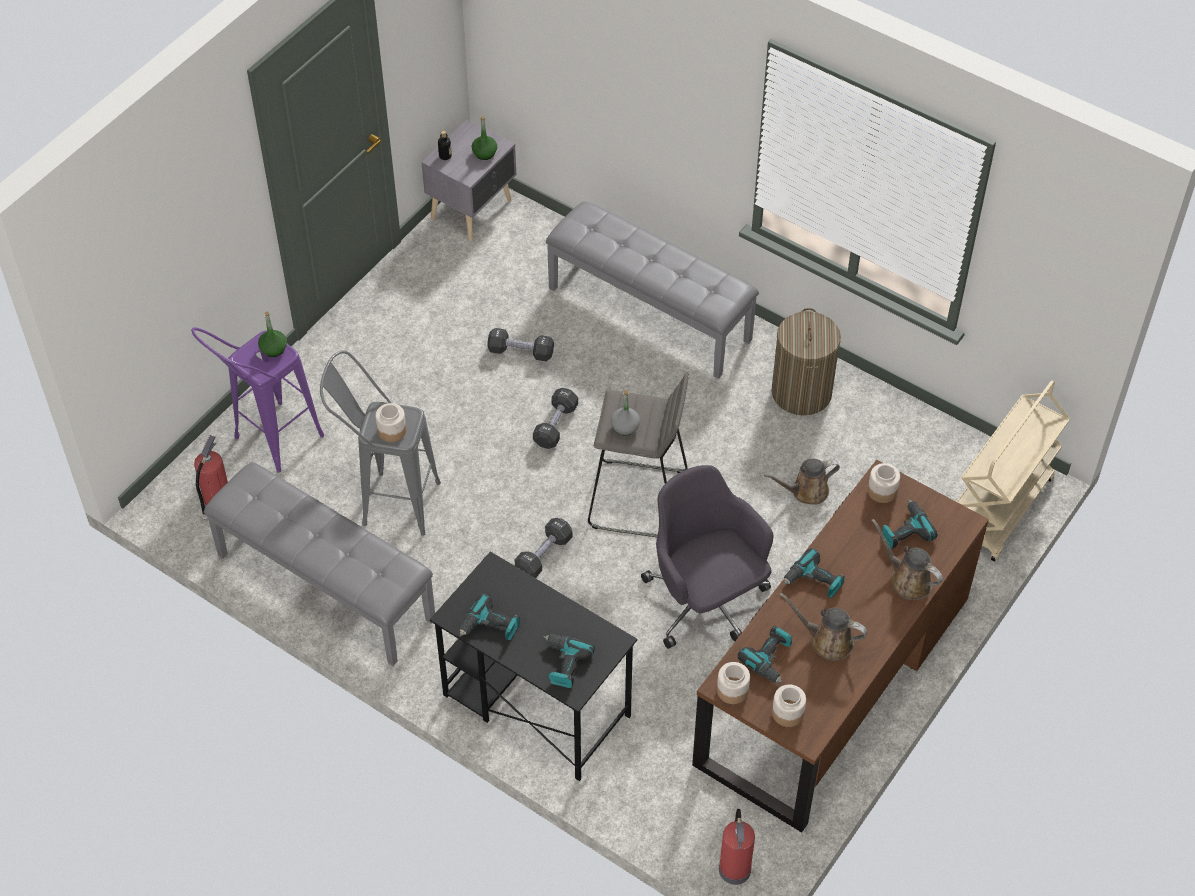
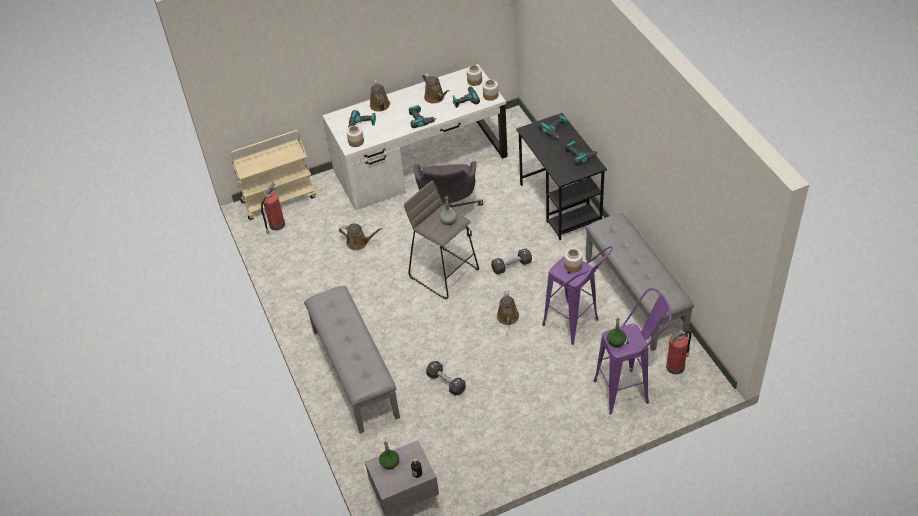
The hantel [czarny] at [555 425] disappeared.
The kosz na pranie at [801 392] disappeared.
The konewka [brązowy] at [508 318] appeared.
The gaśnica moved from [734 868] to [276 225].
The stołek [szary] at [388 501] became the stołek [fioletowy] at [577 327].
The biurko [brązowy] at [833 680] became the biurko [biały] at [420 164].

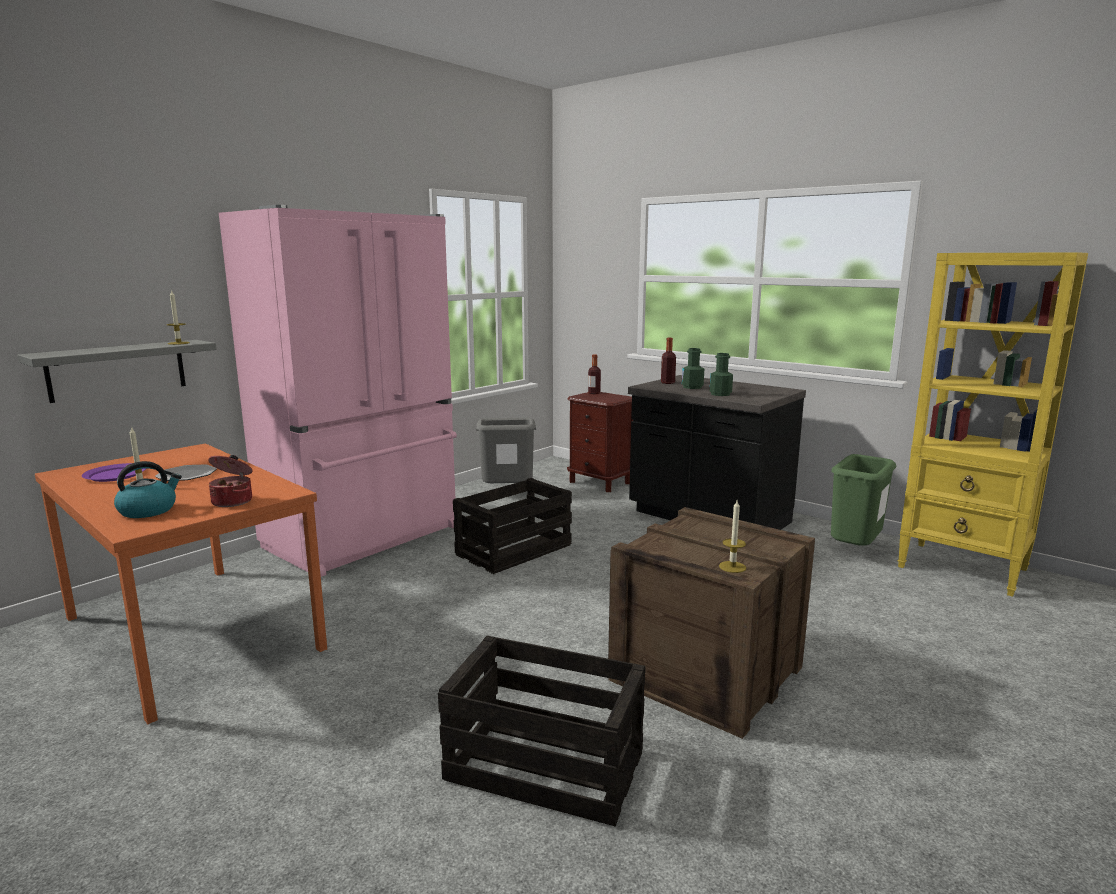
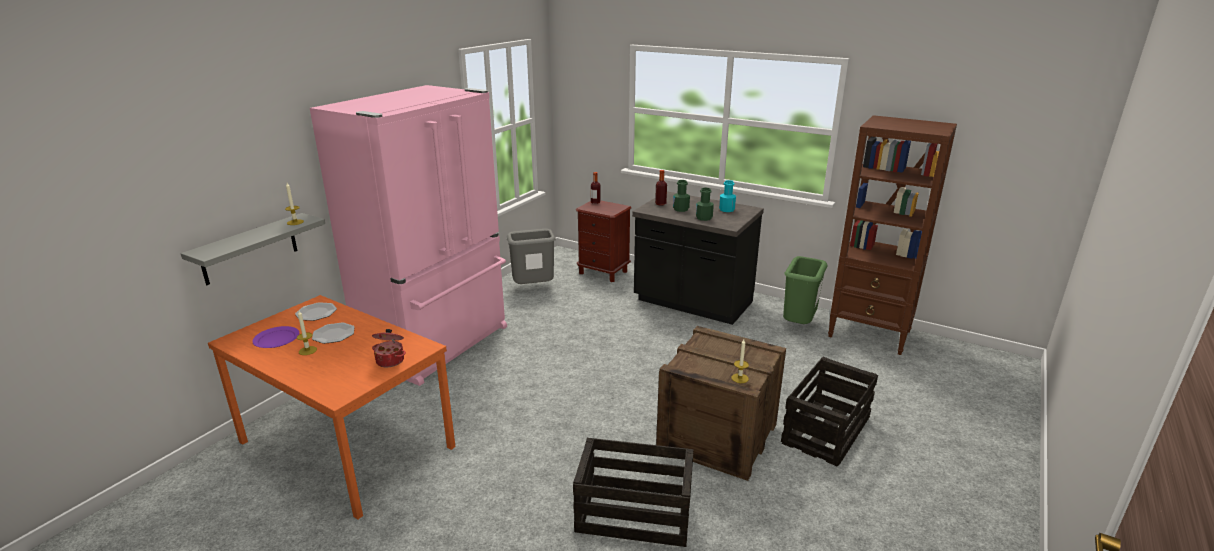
The czajnik at [148 510] disappeared.
The talerz at [316 313] appeared.
The butelka [turkusowy] at [726 209] appeared.
The skrzynka moved from [513 550] to [826 431].
The regał [żółty] at [963 568] became the regał [brązowy] at [870 334].

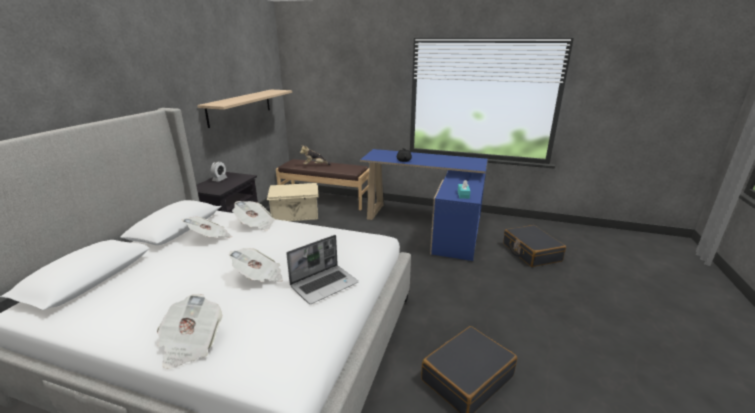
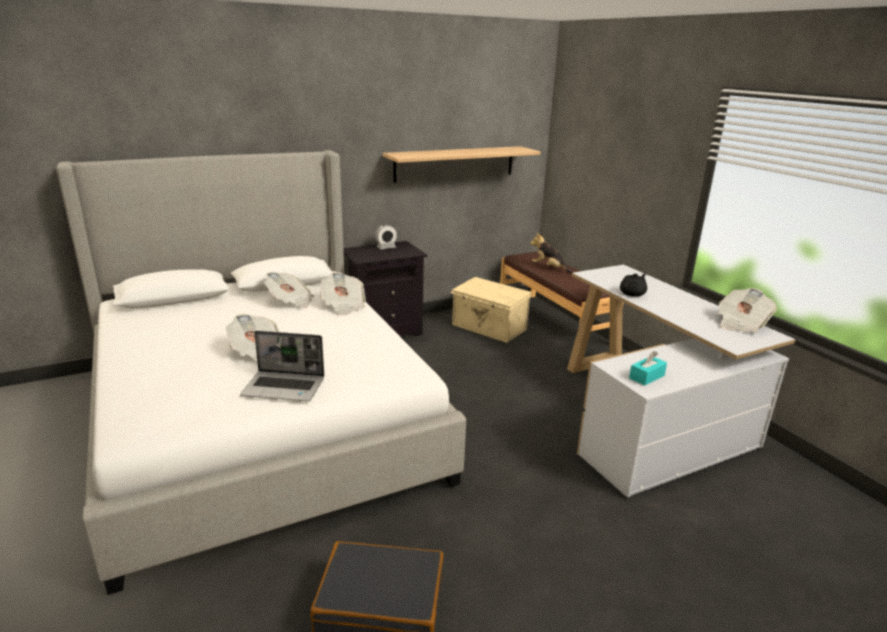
The walizka [czarny] at [531 252] disappeared.
The gazeta moved from [191 344] to [740 324].
The biurko [niebieski] at [430 225] became the biurko [biały] at [648 418].

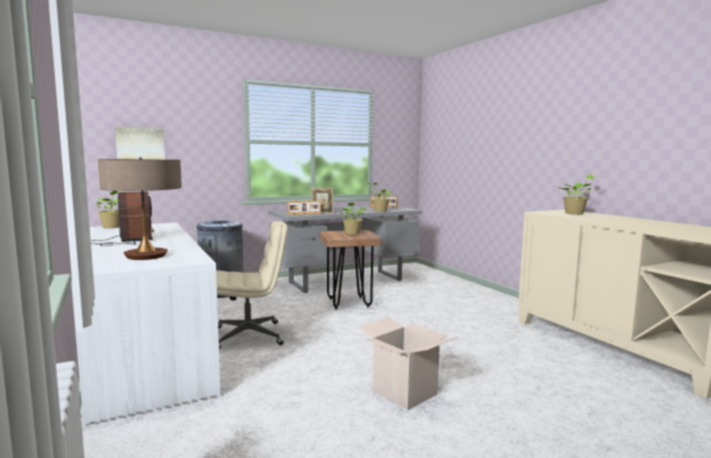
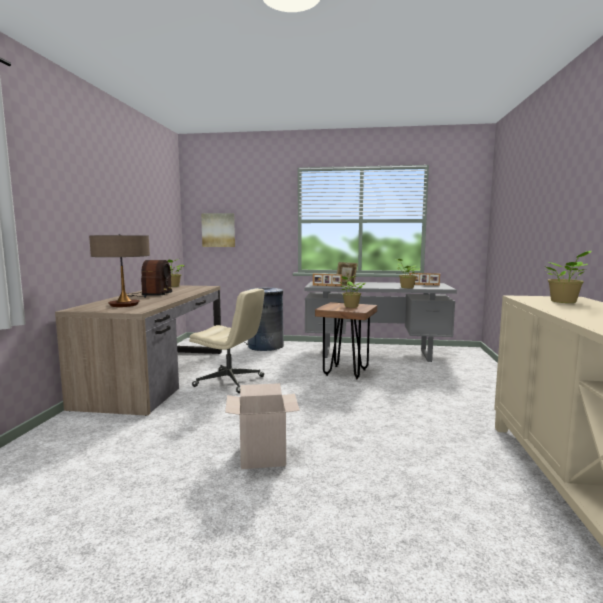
The biurko [biały] at [146 350] became the biurko [brązowy] at [159 376].

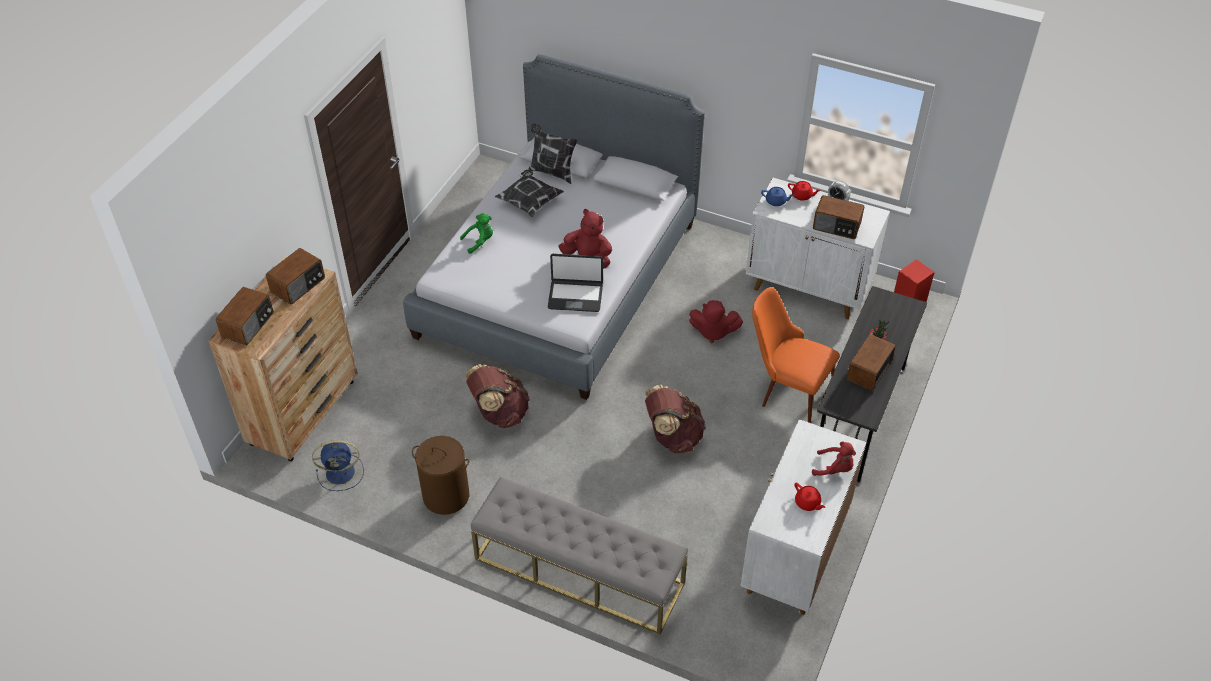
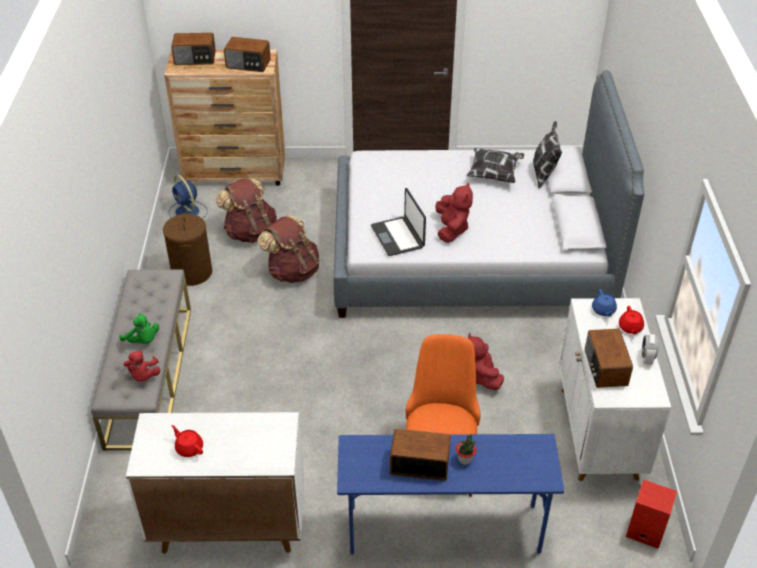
The pluszak [zielony] moved from [479 242] to [142 341].
The plecak [brązowy] moved from [672 437] to [250 232].
The pluszak [czerwony] moved from [834 468] to [143 376].
The biurko [szary] at [860 416] became the biurko [niebieski] at [443 530].
The imbryk [czerwony] at [807 503] turned 105 degrees clockwise.

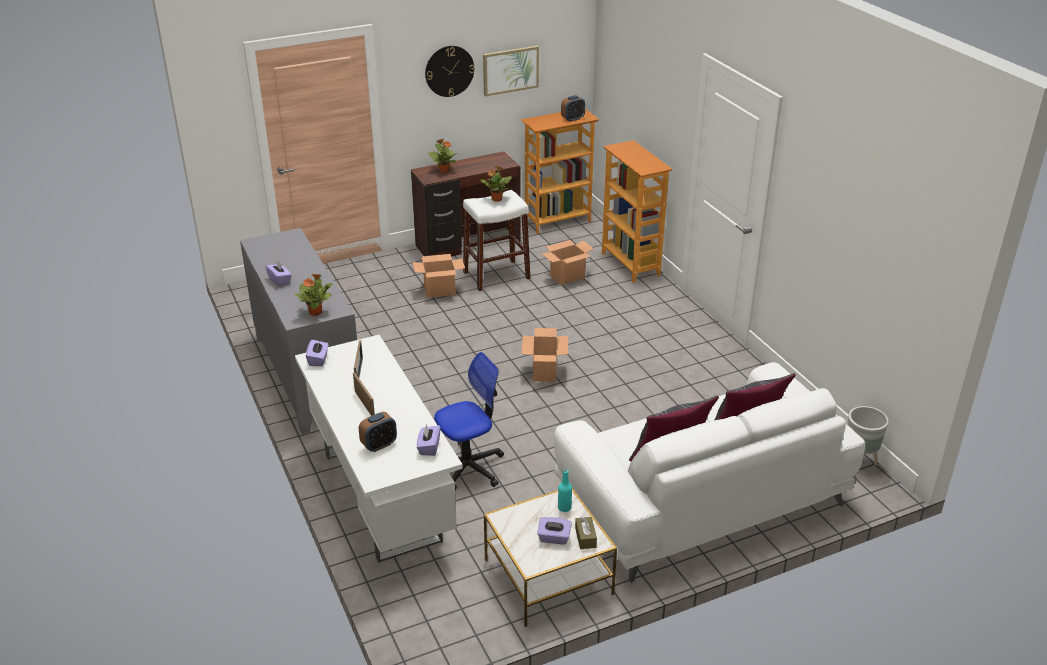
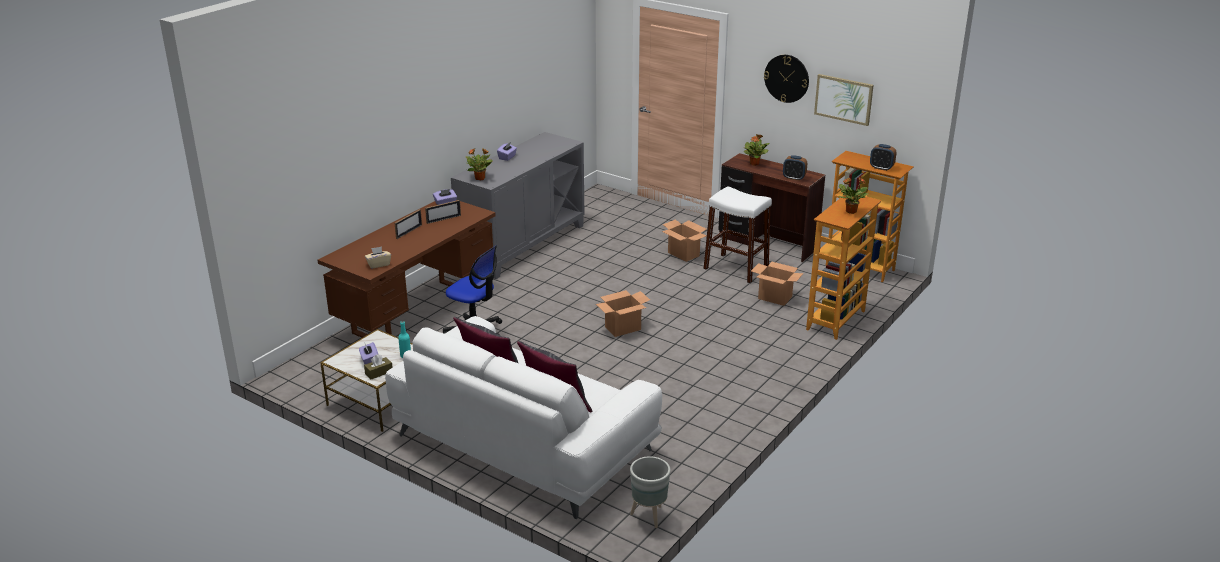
The budzik moved from [379 445] to [794 178].
The roślina doniczkowa moved from [496 199] to [850 211].
The biurko [biały] at [380 496] became the biurko [brązowy] at [417 313].
The pudełko chusteczek [fioletowy] at [429 447] became the pudełko chusteczek [beżowy] at [378 264].

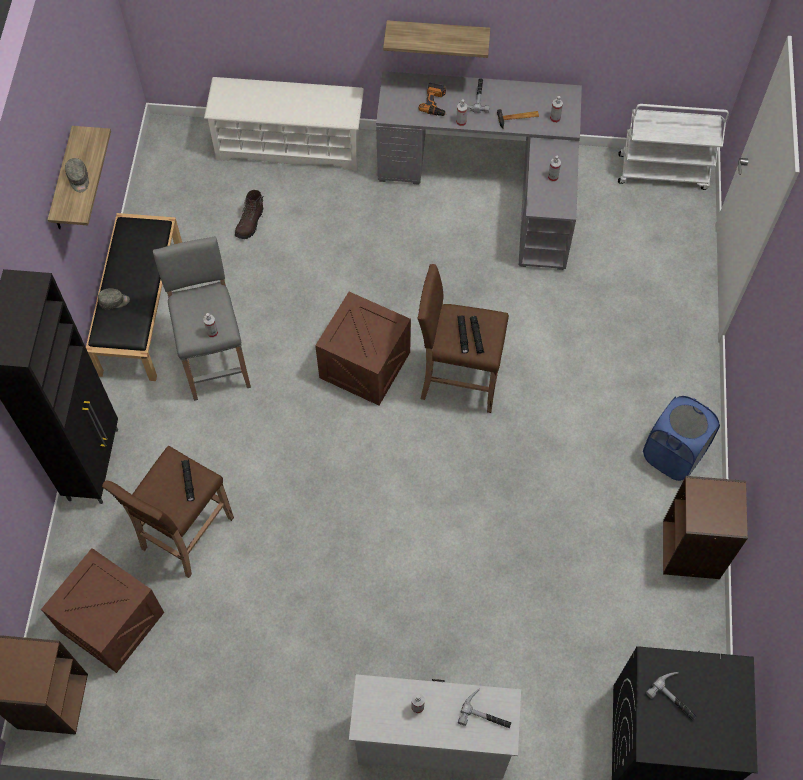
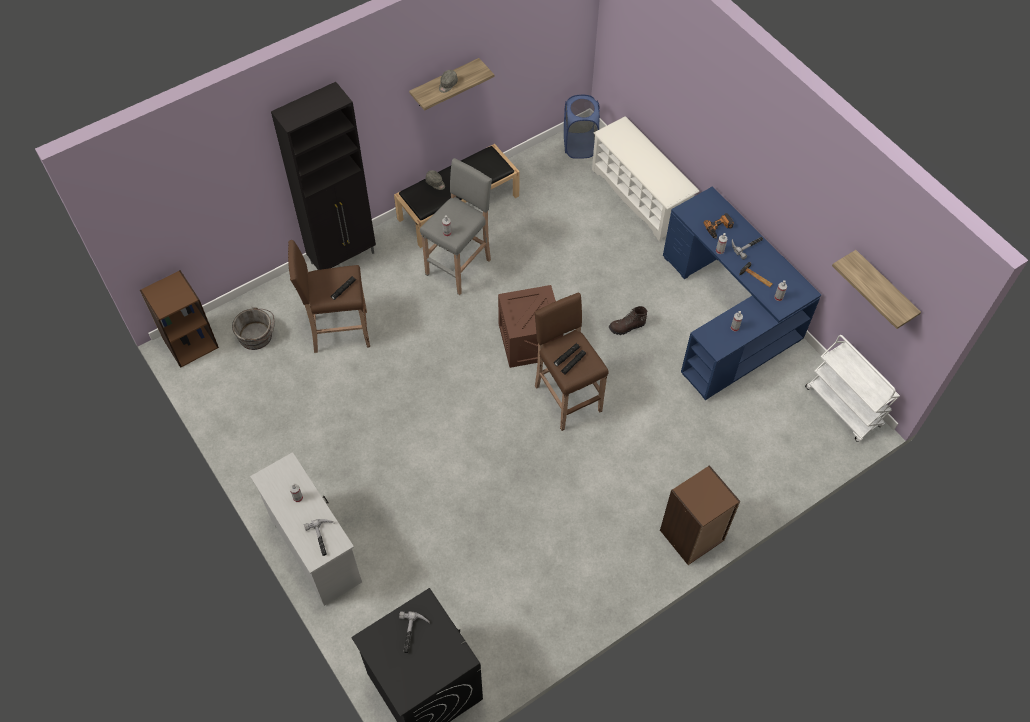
The but z cholewką [brązowy] moved from [250 223] to [627 327].
The półka moved from [438 35] to [884 288].
The kosz na pranie [niebieski] moved from [673 455] to [579 146].
The regał [brązowy] moved from [692 549] to [692 536].
The skrzynka at [112 622] was replaced by the wiadro [szary] at [257 336].
The biurko [szary] at [493 182] became the biurko [niebieski] at [728 317].

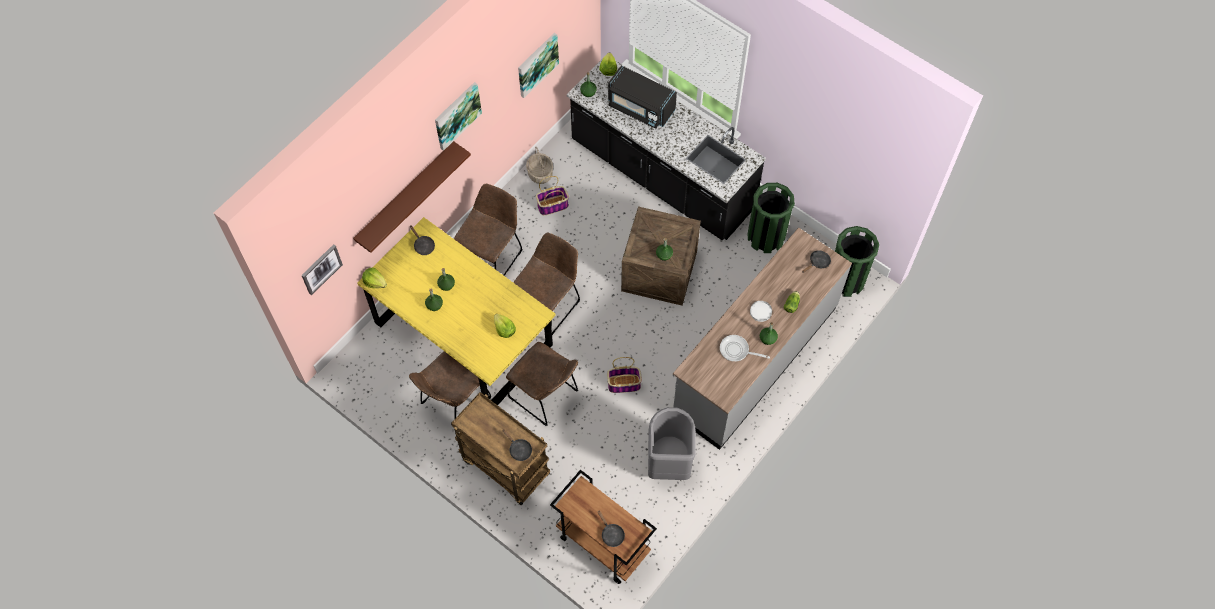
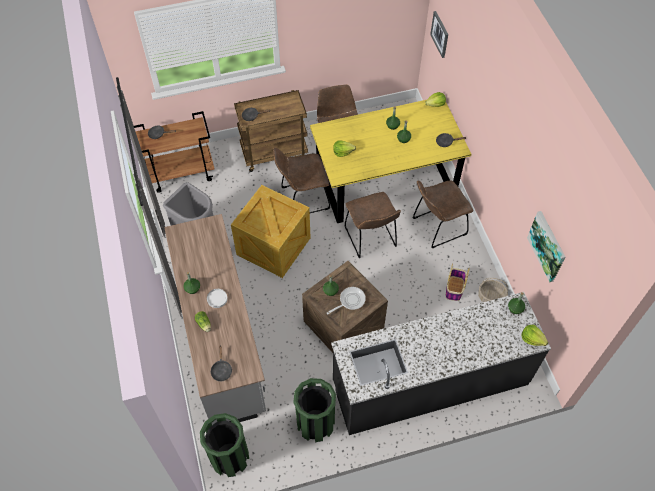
The półka [brązowy] at [406 195] disappeared.
The obraz at [457 115] disappeared.
The mikrofalówka [czarny] at [640 107] disappeared.
The patelnia moved from [736 350] to [350 301].
The koszyk at [624 384] was replaced by the skrzynka at [274 247].
The krzesło [brązowy] at [492 255] turned 90 degrees clockwise.

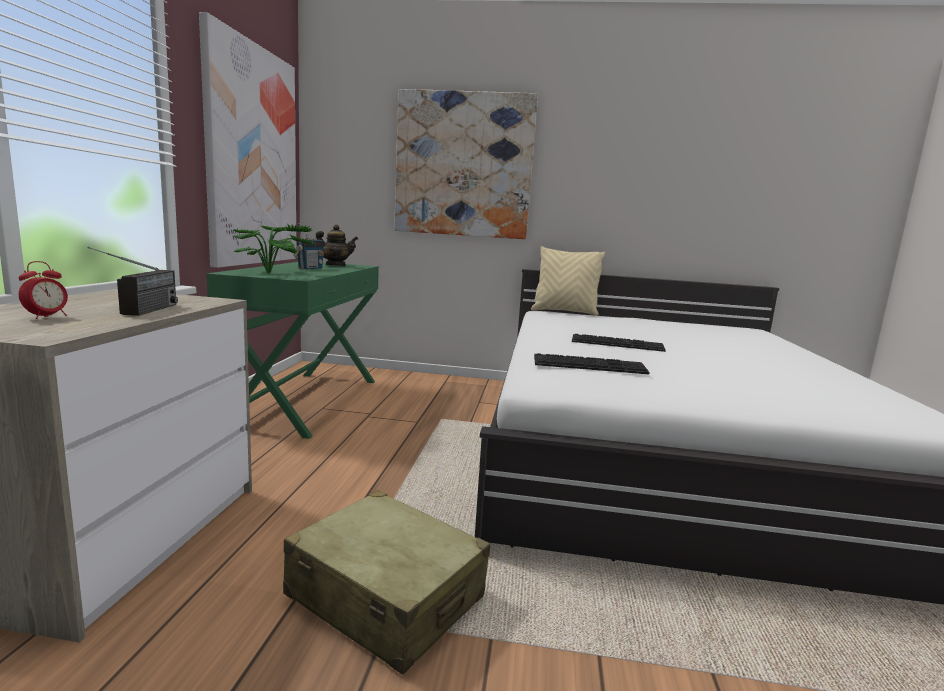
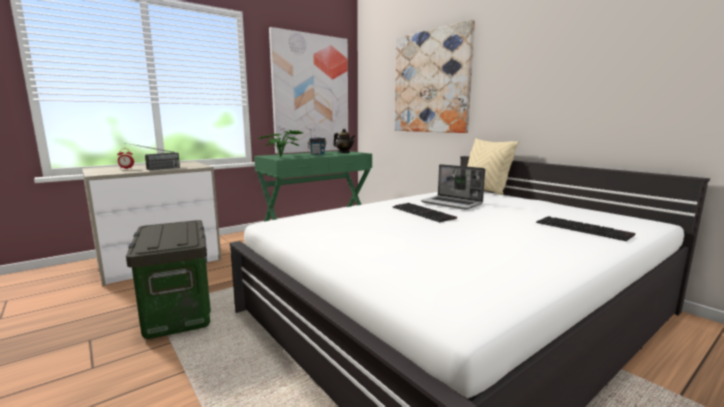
The laptop at [452 203] appeared.
The klawiatura moved from [590 365] to [584 228].
The walizka [beżowy] at [386 597] was replaced by the pojemnik do przechowywania at [177 311].

